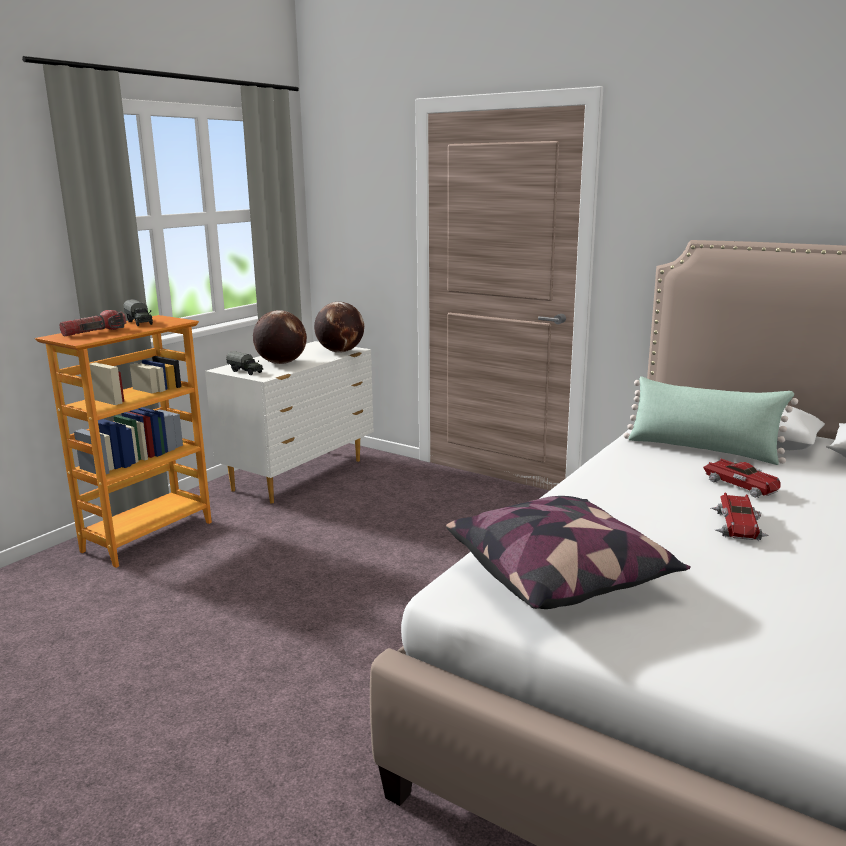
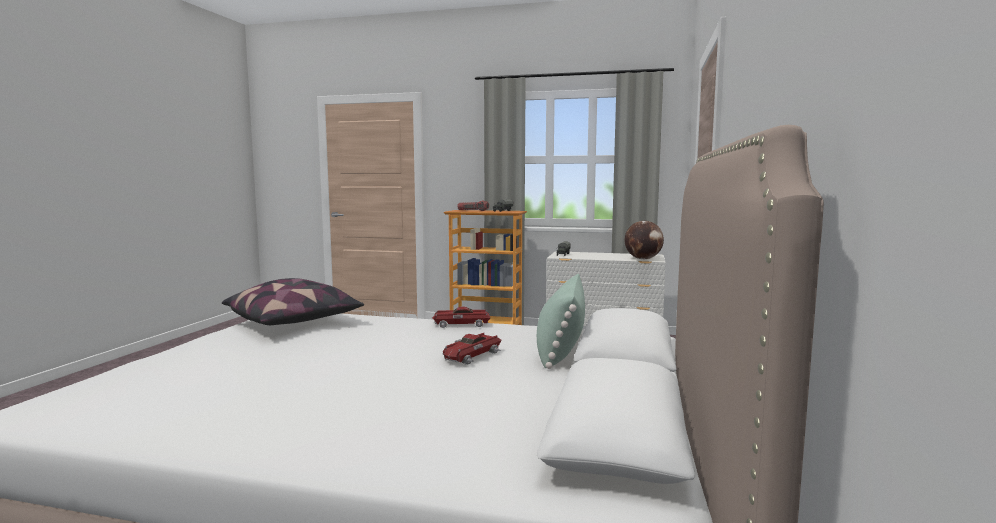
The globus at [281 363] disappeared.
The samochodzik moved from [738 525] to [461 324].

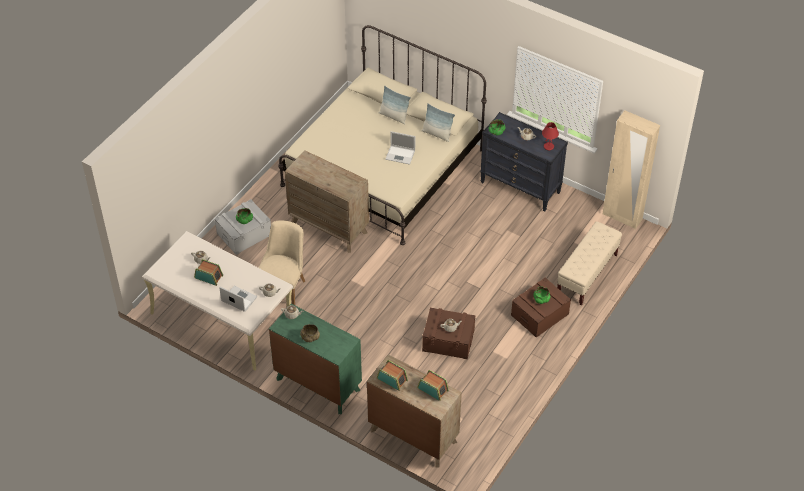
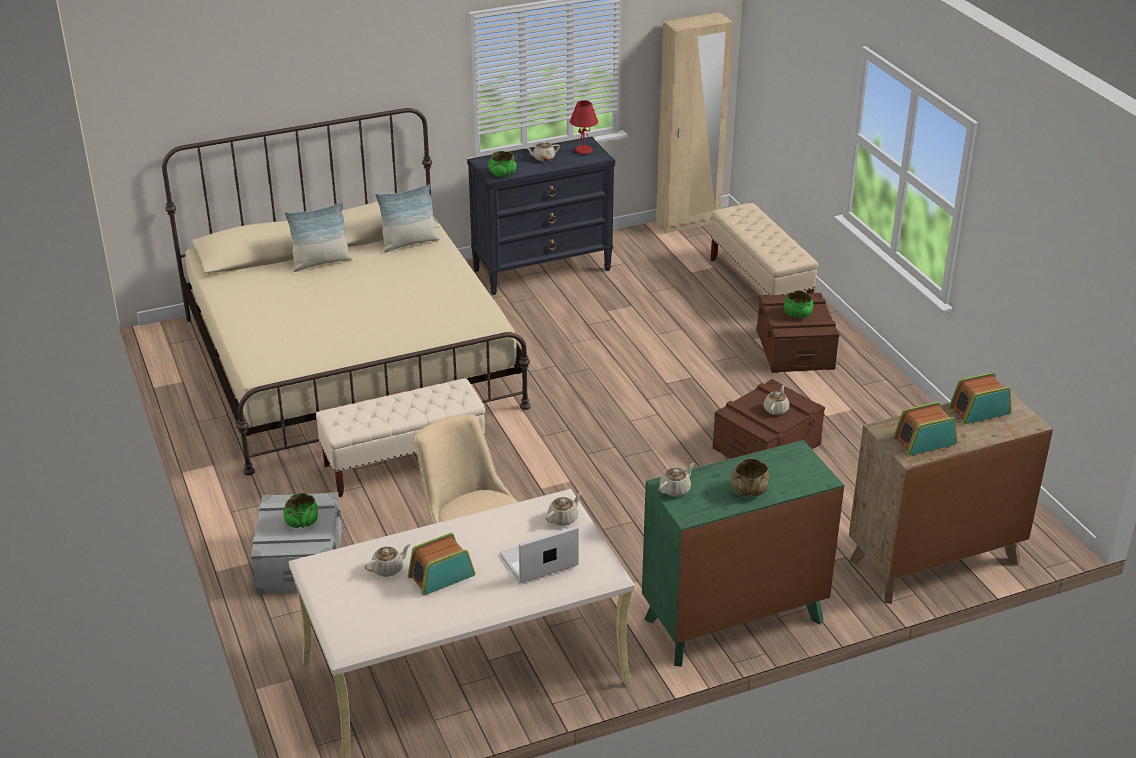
The laptop at [401 155] disappeared.
The komoda [brązowy] at [329 228] was replaced by the ławka [beżowy] at [404 464].

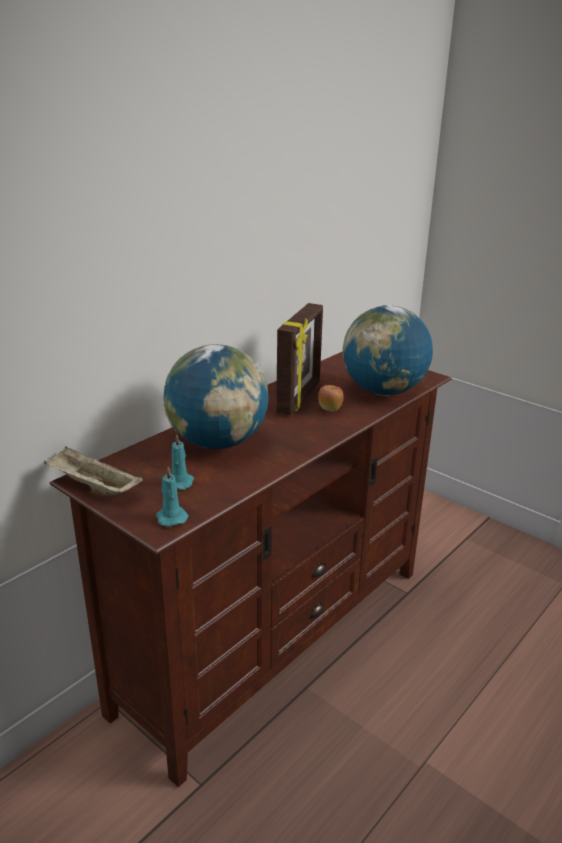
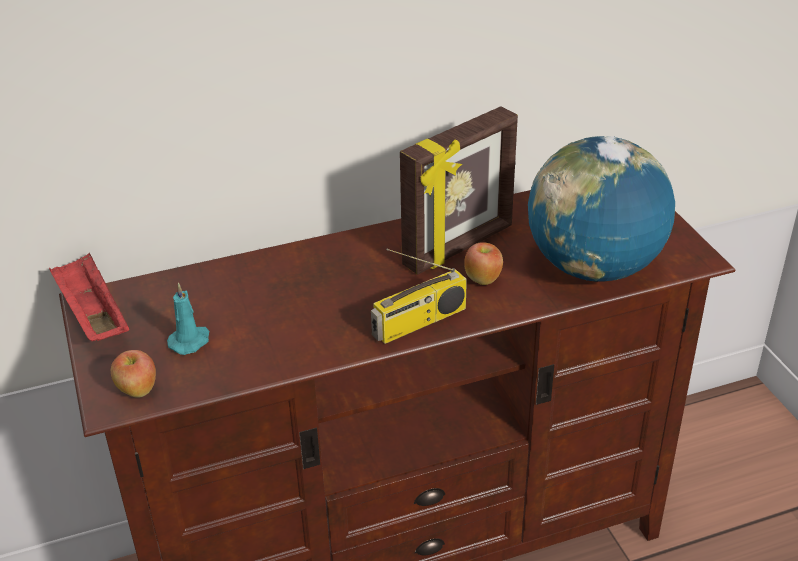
The globus at [217 443] disappeared.
The radio at [419 323] appeared.
The świeca [turkusowy] at [171 517] was replaced by the jabłko at [137 390].
The taca [beżowy] at [92 487] became the taca [czerwony] at [92 316].

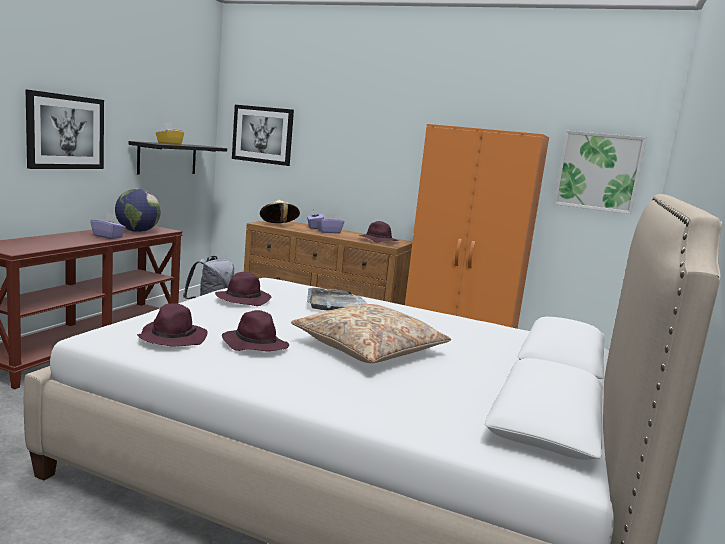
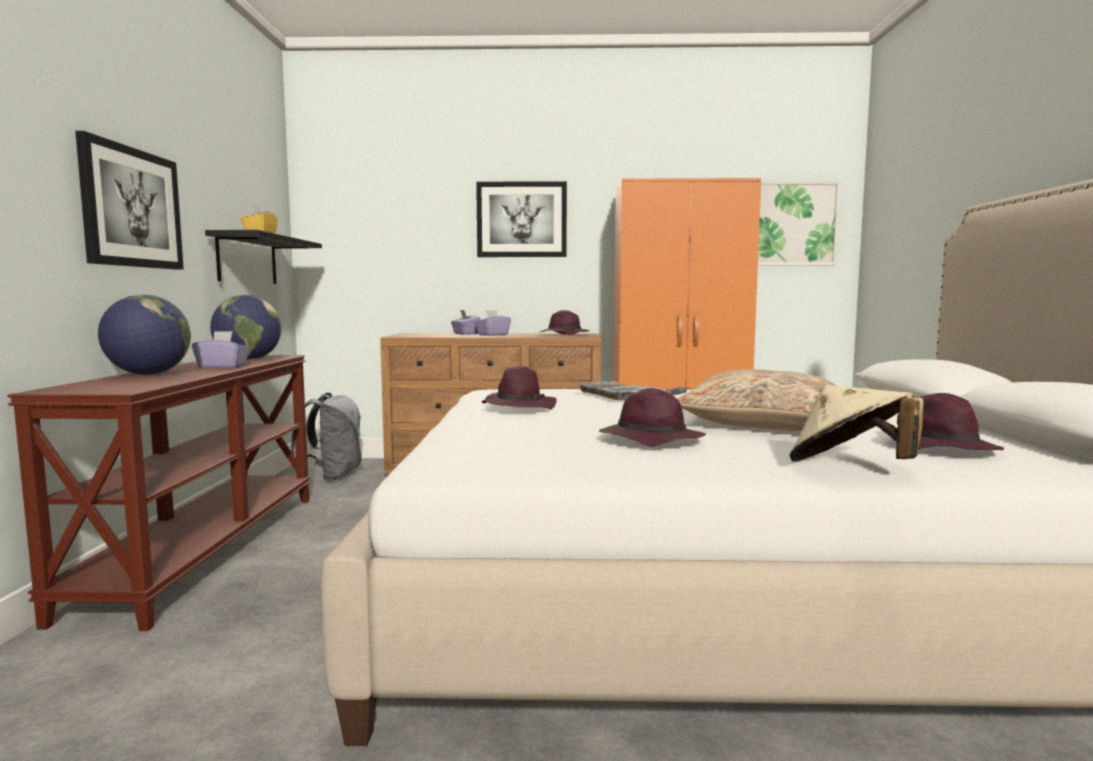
The globus at [148 374] appeared.
The kapelusz [fioletowy] moved from [172 338] to [938 447].
The obraz moved from [262 135] to [521 220].
The kapelusz [beżowy] moved from [278 225] to [849 468].

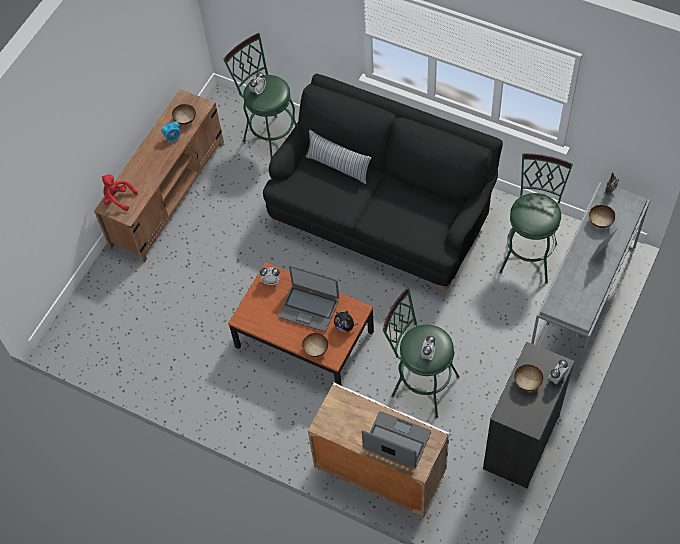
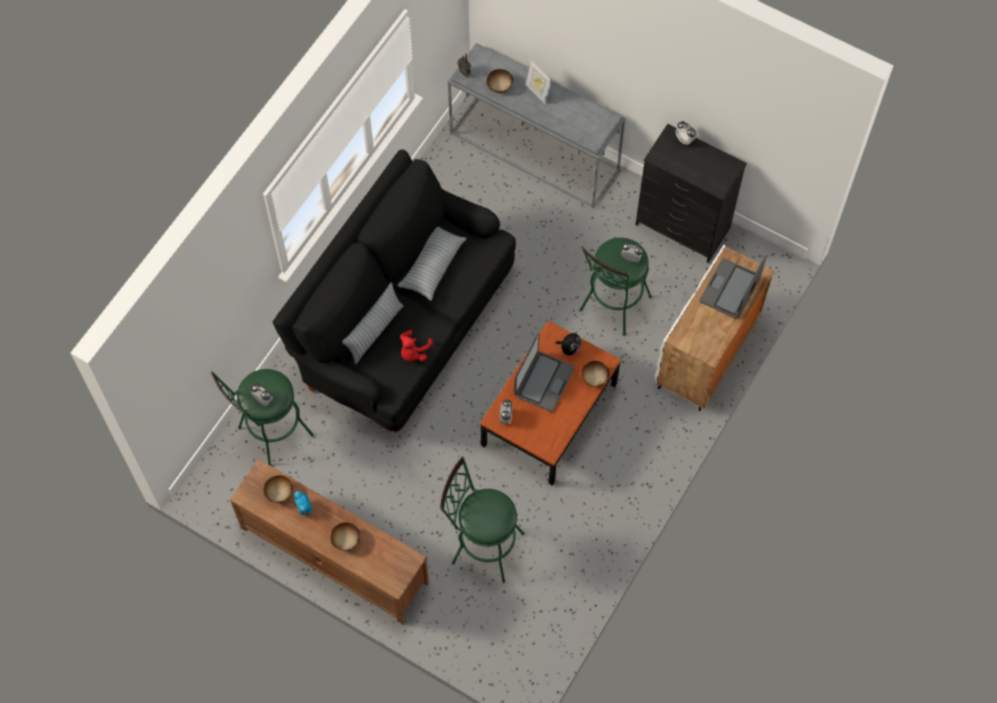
The poduszka at [432 266] appeared.
The pluszak [czerwony] moved from [118 198] to [413 352].
The stołek [zielony] moved from [529 253] to [482 545].
The miska moved from [528 382] to [346 540].

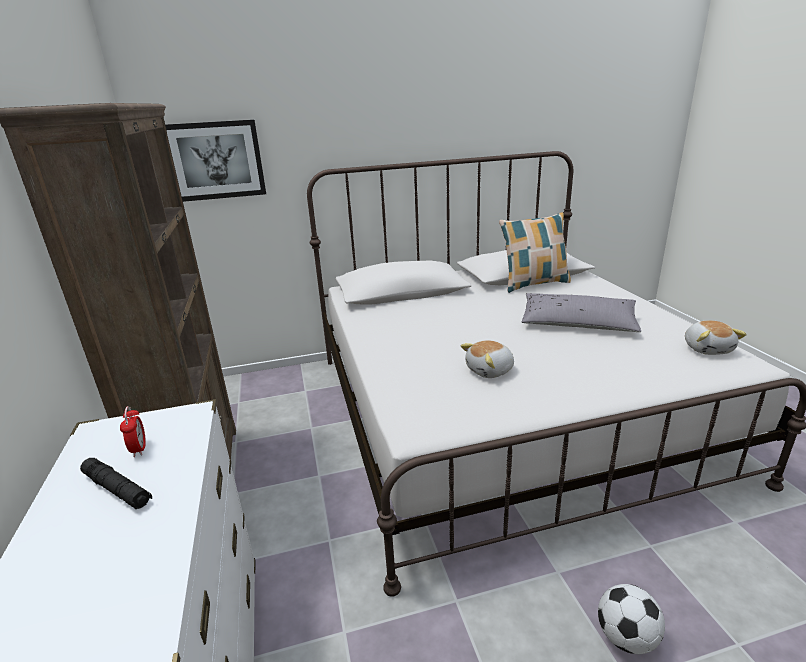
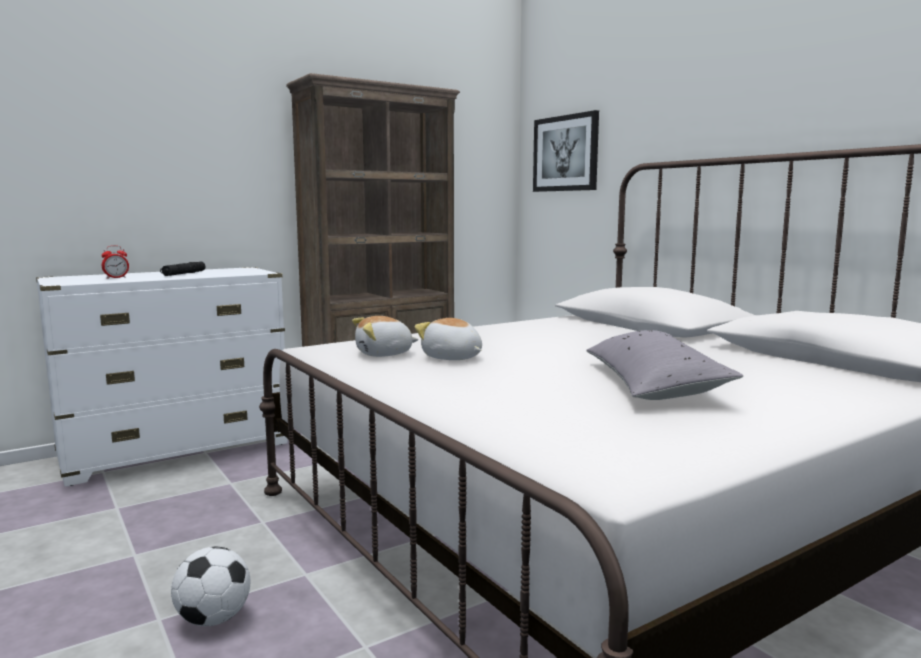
The poduszka at [534 284] disappeared.
The budzik moved from [139 449] to [116 278].
The pluszak moved from [707 348] to [384 354].

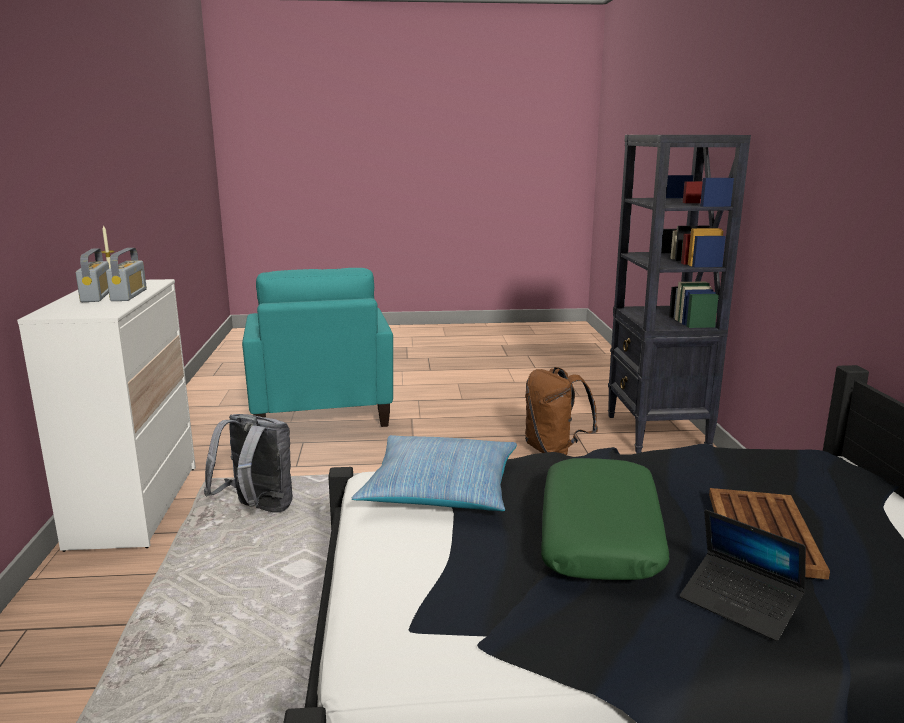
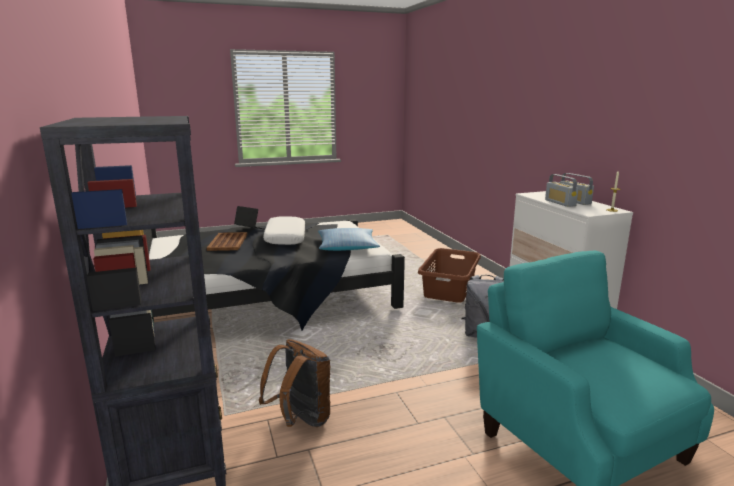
The kosz na pranie [brązowy] at [449 289] appeared.
The poduszka [zielony] at [601 535] became the poduszka [biały] at [285 238].

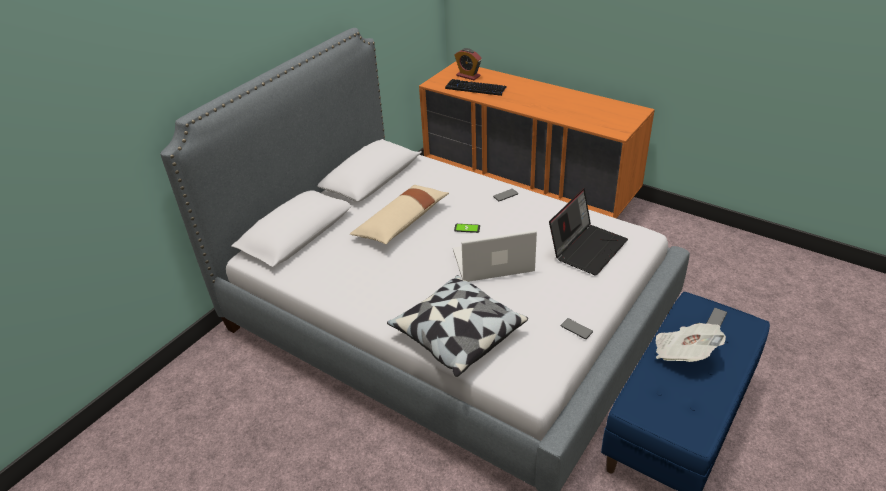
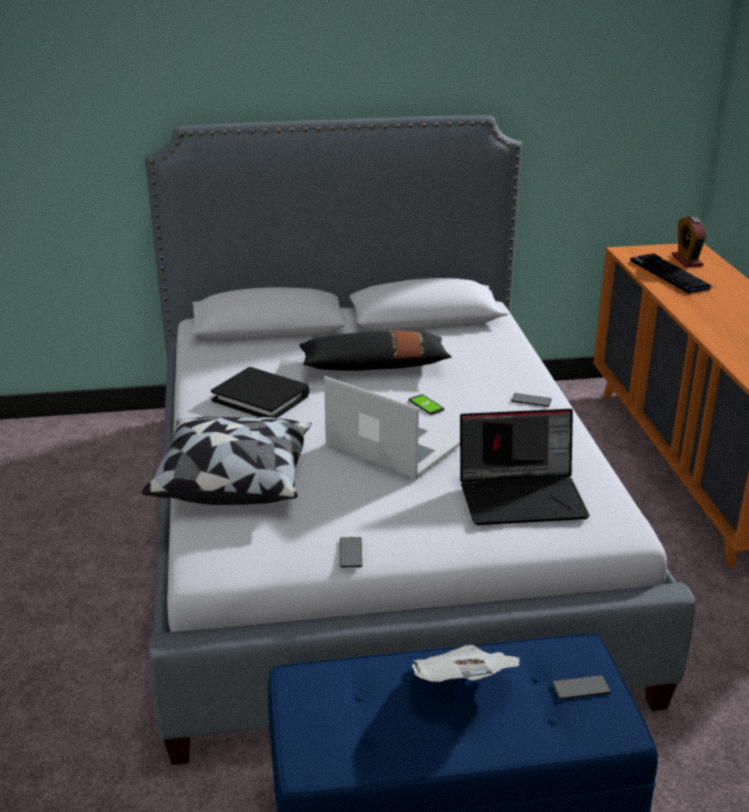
The książka [czarny] at [261 398] appeared.
The poduszka [beżowy] at [401 222] became the poduszka [czarny] at [374 366].

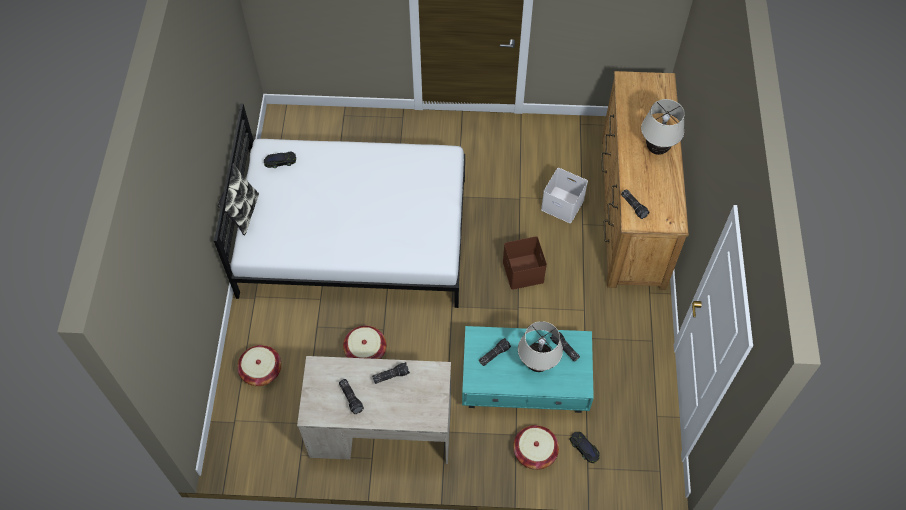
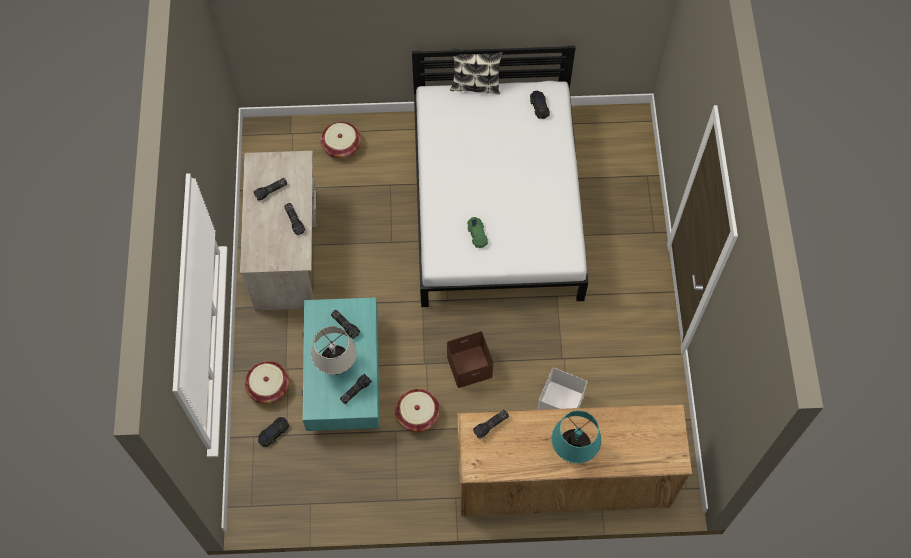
The samochodzik [zielony] at [477 233] appeared.
The koszyk moved from [365 351] to [418 415].
The lampa stołowa [beżowy] at [657 149] became the lampa stołowa [turkusowy] at [573 451].

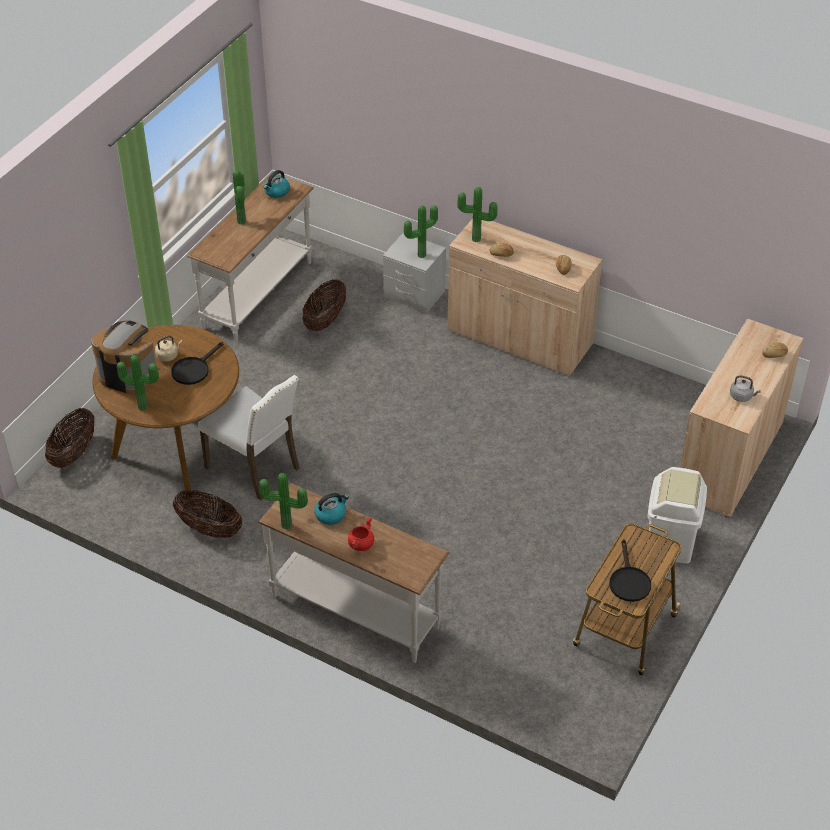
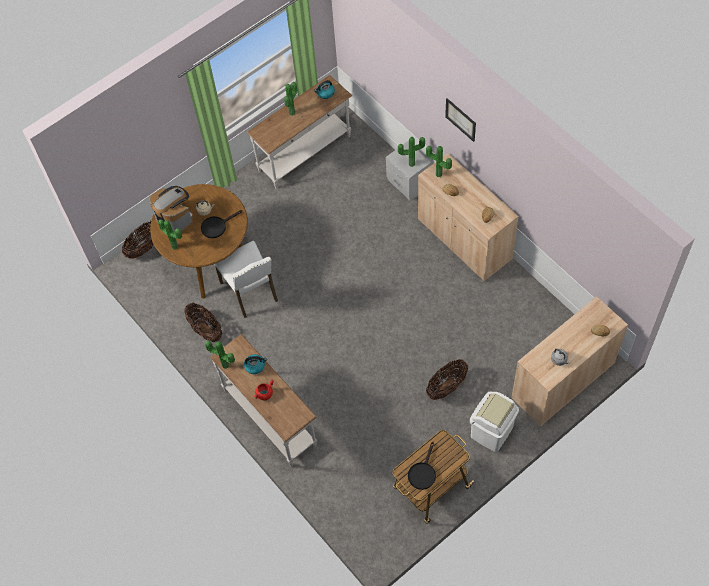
The obraz at [460 119] appeared.
The koszyk moved from [325 320] to [446 386].

